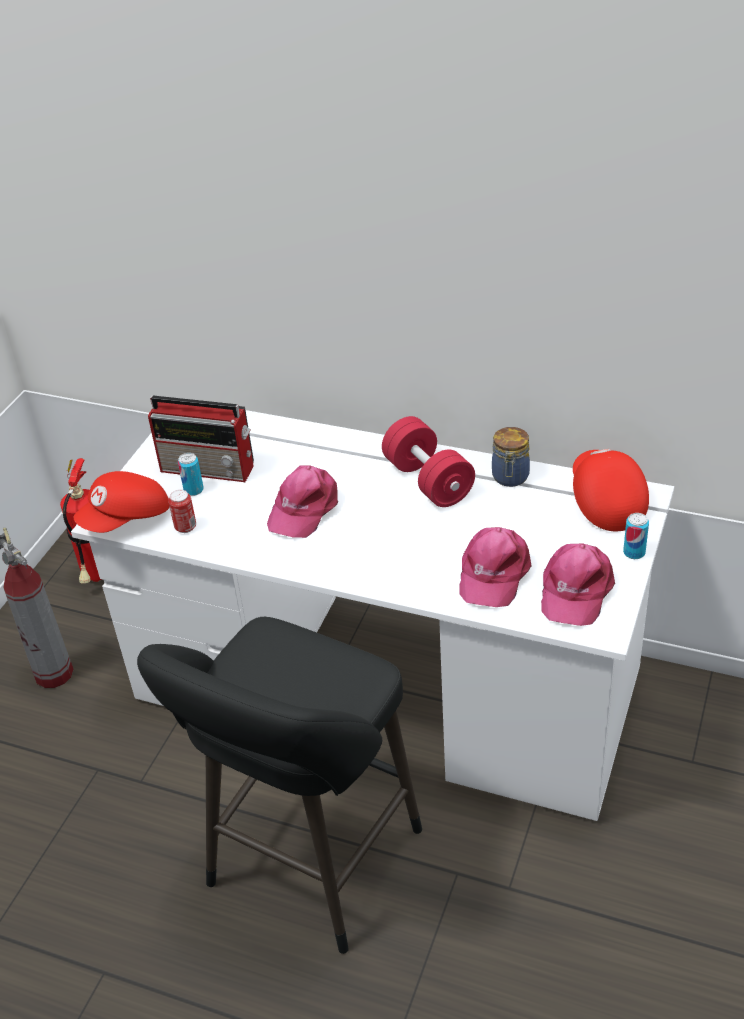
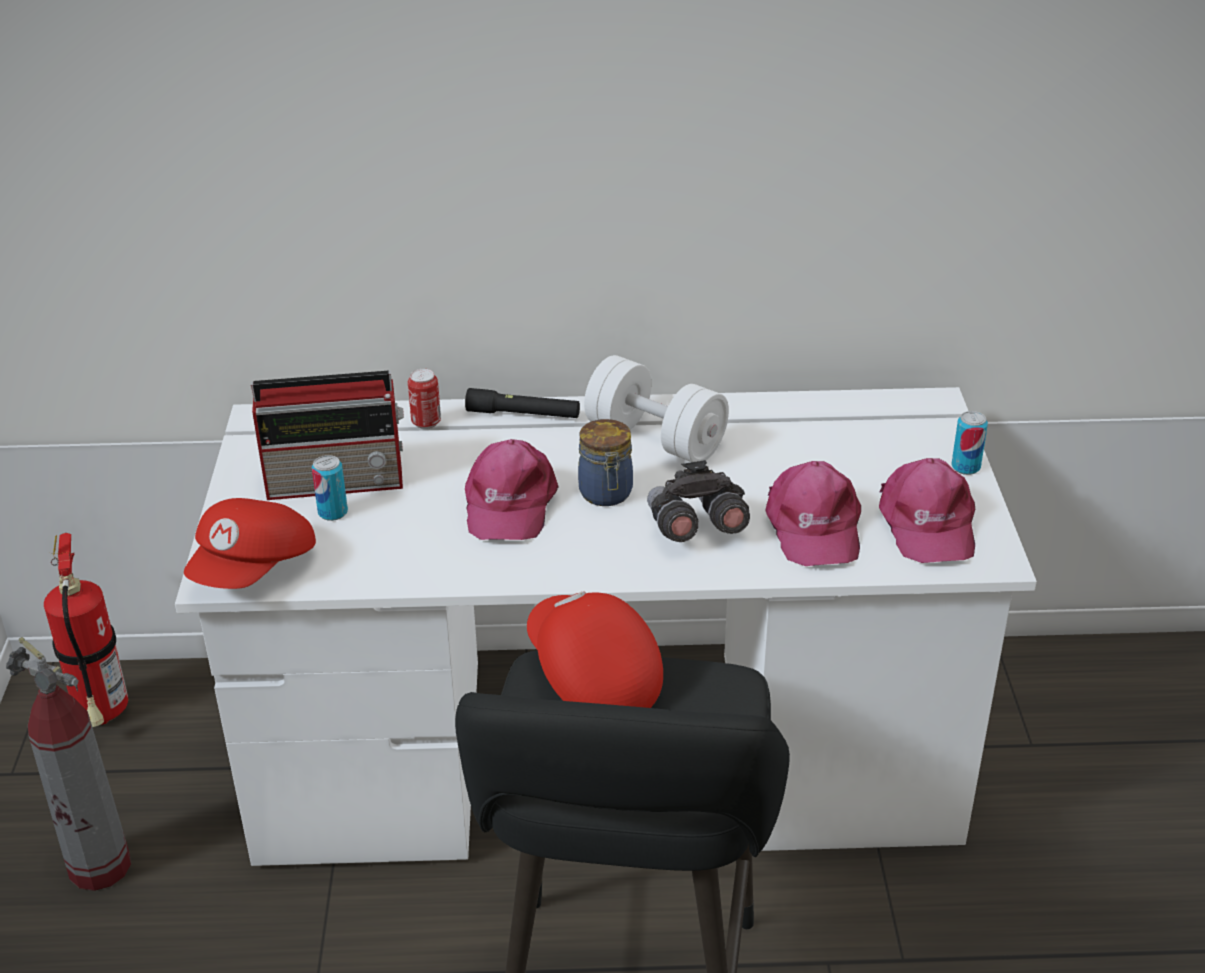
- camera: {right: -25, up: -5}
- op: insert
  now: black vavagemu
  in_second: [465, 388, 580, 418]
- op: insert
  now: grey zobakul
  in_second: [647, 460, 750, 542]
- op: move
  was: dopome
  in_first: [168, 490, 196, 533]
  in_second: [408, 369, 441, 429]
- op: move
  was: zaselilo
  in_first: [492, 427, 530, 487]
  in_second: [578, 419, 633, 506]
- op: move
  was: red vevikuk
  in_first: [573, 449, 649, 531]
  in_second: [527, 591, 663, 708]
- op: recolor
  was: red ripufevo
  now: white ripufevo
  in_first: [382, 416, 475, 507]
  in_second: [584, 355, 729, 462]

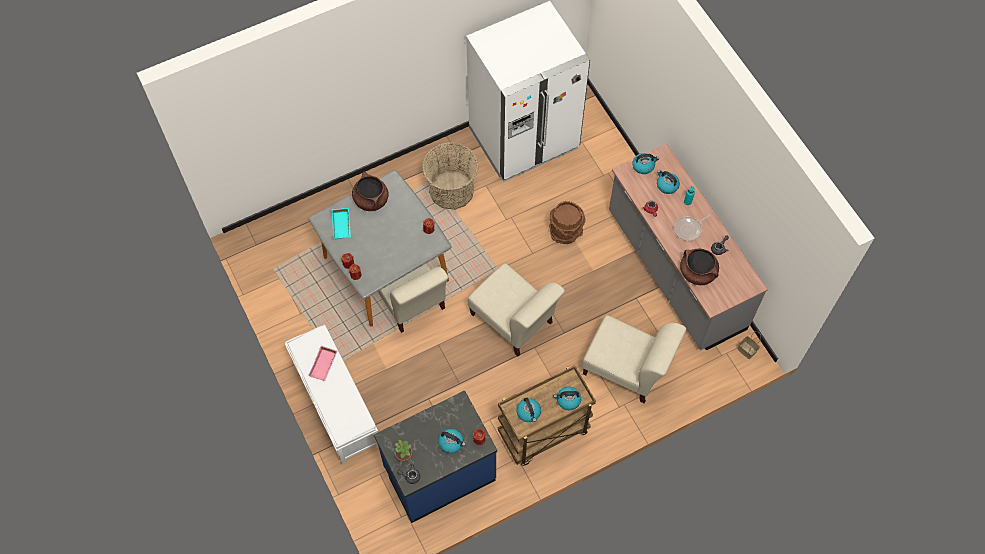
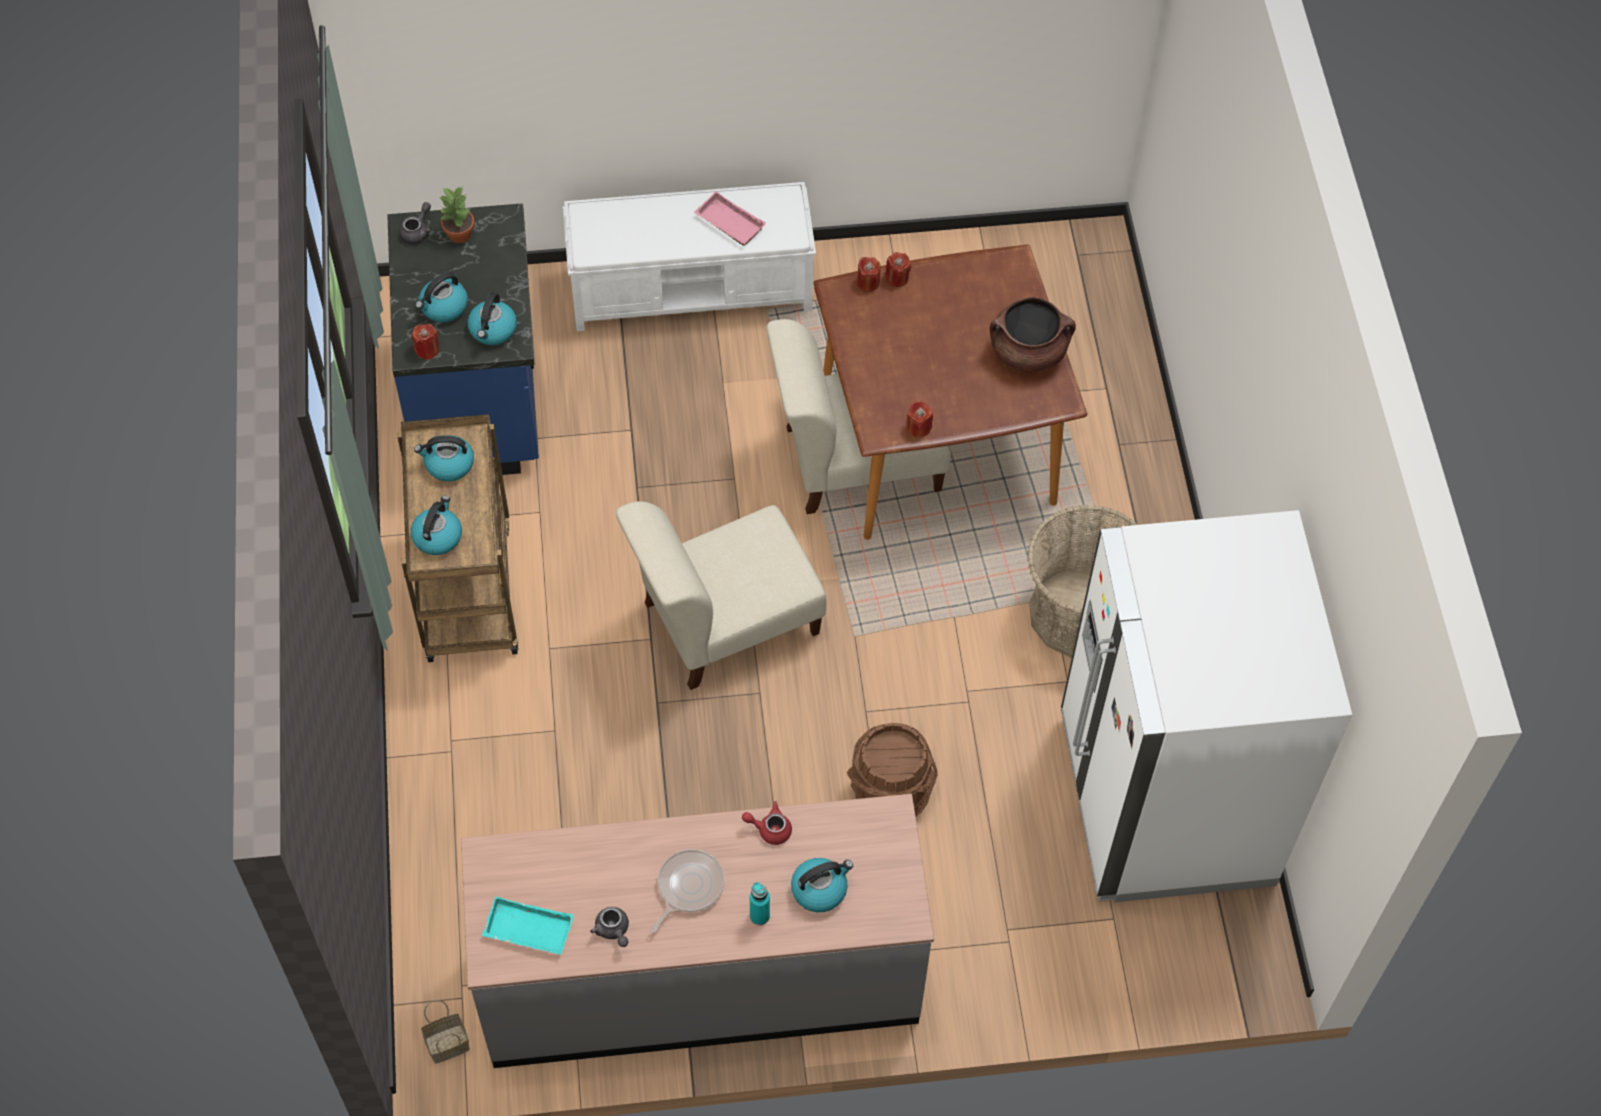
- camera: {right: 110, up: -5}
- op: delete
  was: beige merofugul
  in_first: [582, 315, 686, 403]
- op: delete
  was: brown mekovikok
  in_first: [680, 249, 719, 285]
- op: move
  was: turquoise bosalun
  in_first: [332, 208, 351, 240]
  in_second: [482, 896, 574, 954]
- op: move
  was: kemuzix
  in_first: [632, 153, 659, 174]
  in_second: [467, 292, 517, 345]
- op: recolor
  was: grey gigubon
  now: brown gigubon
  in_first: [308, 170, 452, 327]
  in_second: [813, 245, 1088, 540]
- op: rotate
  was: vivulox
  in_first: [674, 214, 711, 241]
  in_second: [650, 849, 725, 933]
  clockwise: 45

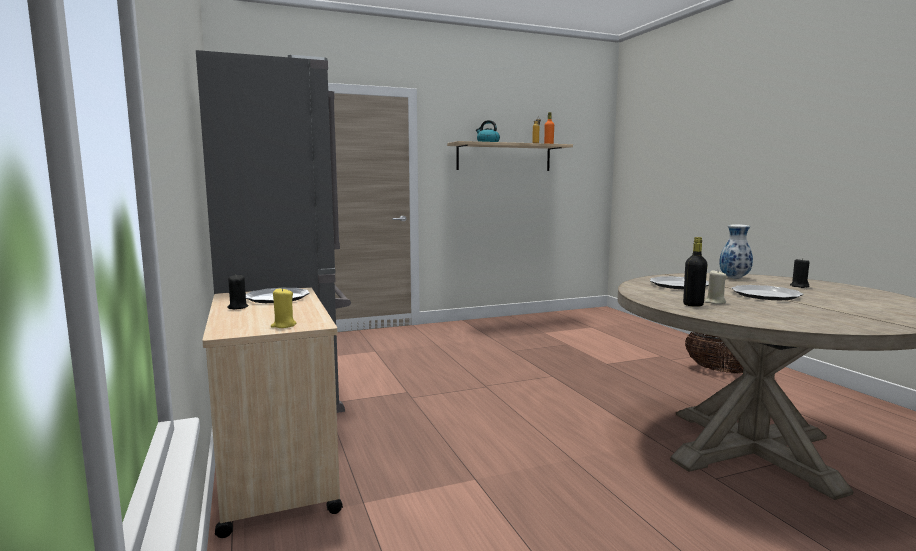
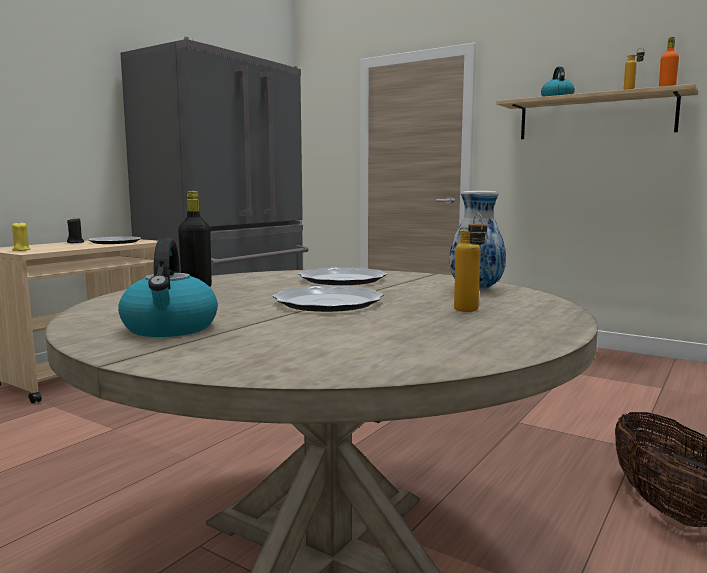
- camera: {right: 55, up: 0}
- op: delete
  was: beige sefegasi
  in_first: [704, 271, 727, 304]
- op: insert
  now: kemuzix
  in_second: [118, 239, 218, 337]
- op: replace
  was: black sefegasi
  now: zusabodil
  in_first: [790, 258, 810, 288]
  in_second: [454, 213, 487, 312]

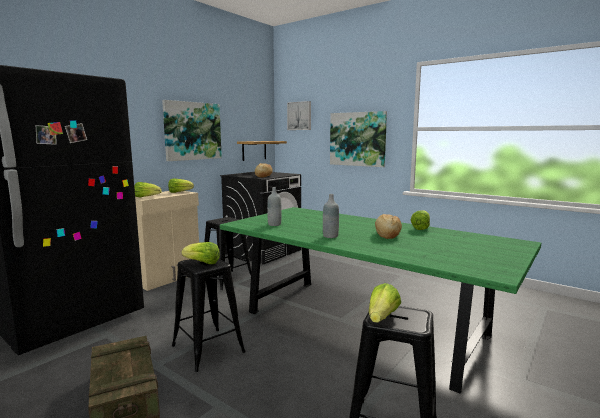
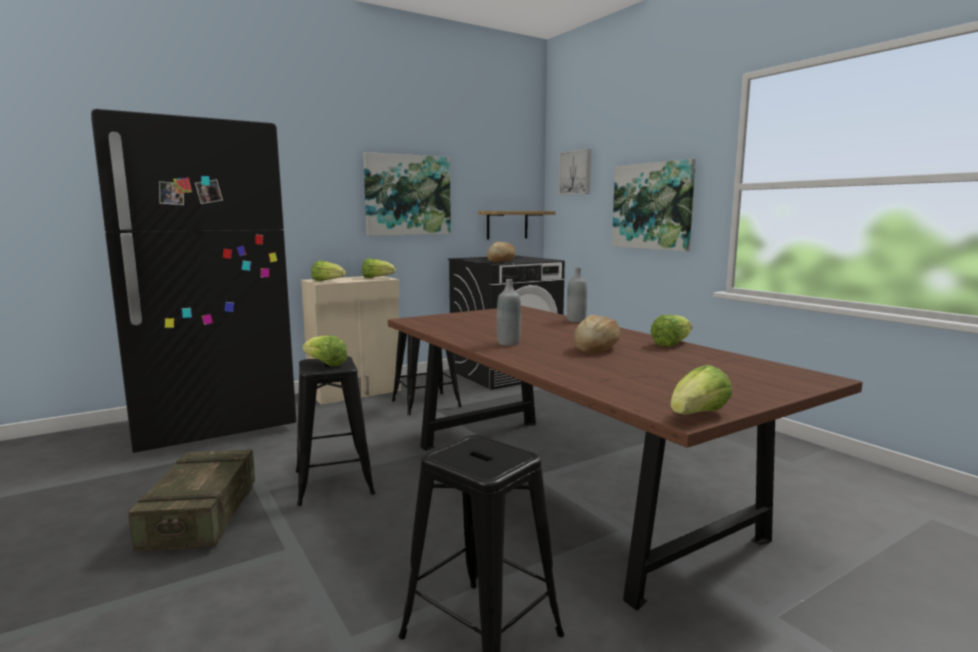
- camera: {right: 20, up: 0}
- op: move
  was: grey zusabodil
  in_first: [267, 187, 282, 226]
  in_second: [567, 267, 587, 322]
- op: move
  was: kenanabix
  in_first: [369, 283, 401, 323]
  in_second: [670, 365, 732, 414]
- op: recolor
  was: green gigubon
  now: brown gigubon
  in_first: [220, 207, 541, 394]
  in_second: [388, 306, 862, 611]

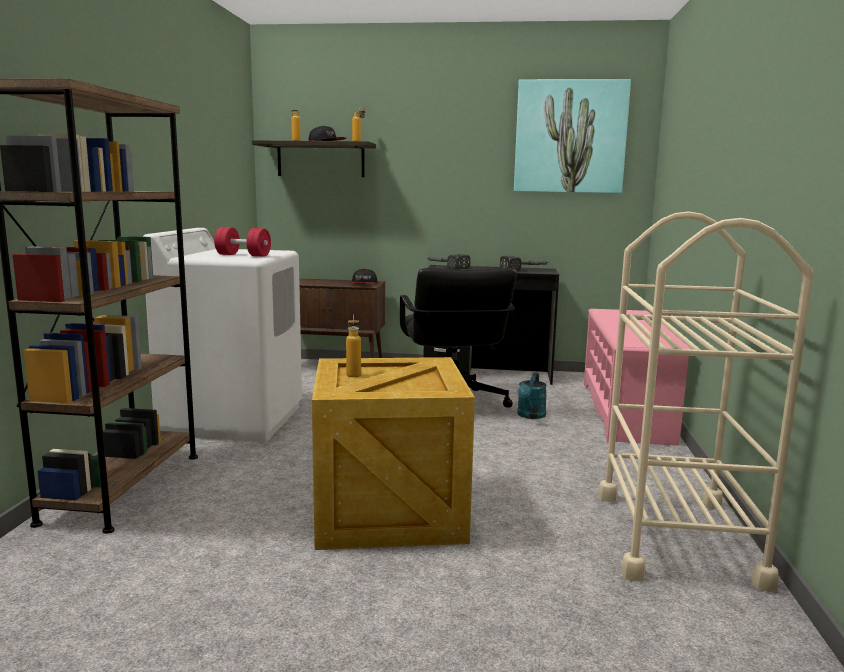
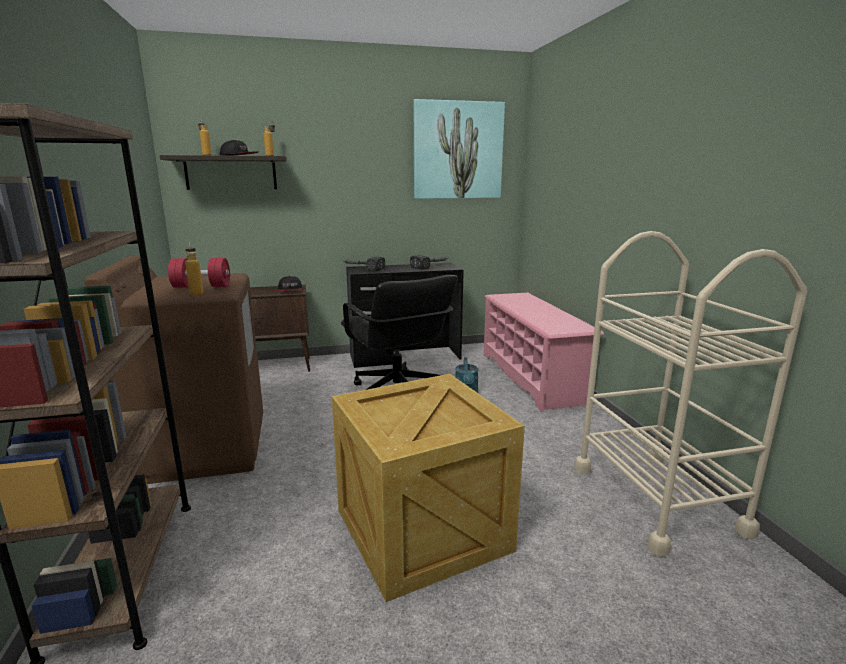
- camera: {right: -20, up: 5}
- op: move
  was: zusabodil
  in_first: [346, 314, 361, 377]
  in_second: [185, 242, 203, 296]
- op: recolor
  was: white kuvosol
  now: brown kuvosol
  in_first: [143, 228, 302, 442]
  in_second: [84, 256, 263, 484]

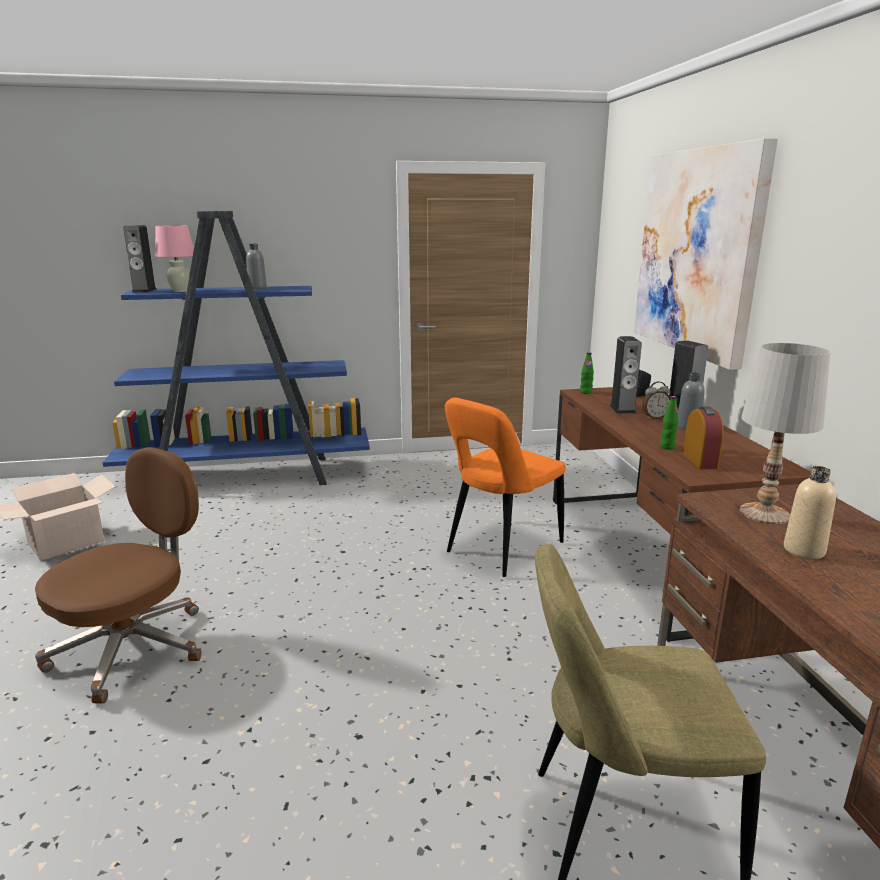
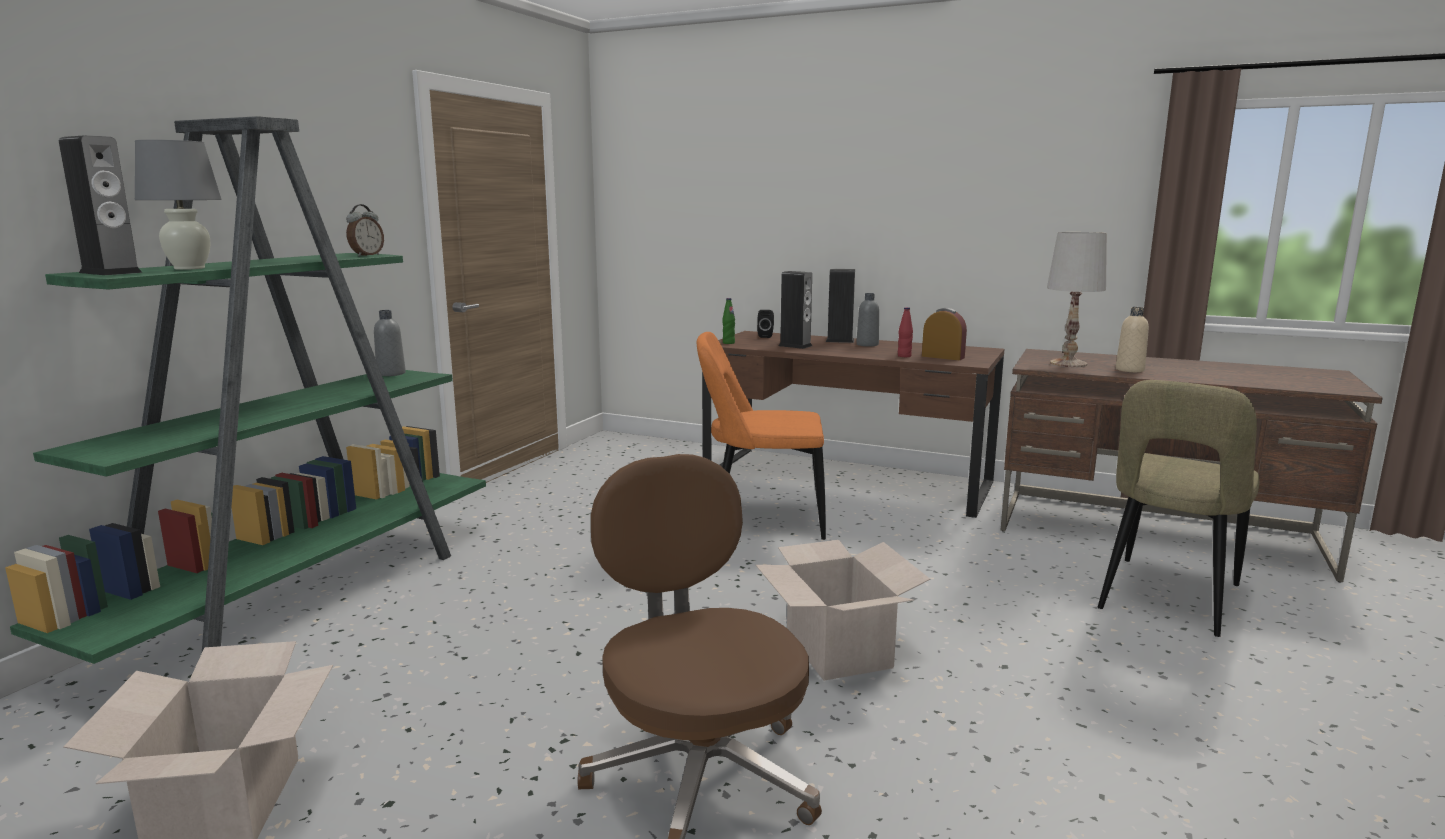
- camera: {right: -55, up: -5}
- op: delete
  was: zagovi
  in_first: [634, 138, 778, 370]
- op: insert
  now: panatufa
  in_second: [756, 540, 931, 681]
- op: move
  was: grey zusabodil
  in_first: [246, 244, 267, 289]
  in_second: [374, 310, 406, 376]
- op: move
  was: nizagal
  in_first: [642, 381, 671, 419]
  in_second: [346, 204, 384, 257]
- op: recolor
  was: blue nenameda
  now: green nenameda
  in_first: [103, 211, 370, 485]
  in_second: [5, 116, 486, 664]
- op: recolor
  was: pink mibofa
  now: grey mibofa
  in_first: [155, 225, 194, 292]
  in_second: [135, 140, 222, 270]
- op: recolor
  was: green zusabodil
  now: red zusabodil
  in_first: [660, 396, 679, 450]
  in_second: [898, 307, 913, 357]
- op: rotate
  was: orange merofugul
  in_first: [445, 398, 566, 577]
  in_second: [696, 332, 826, 540]
  clockwise: 105

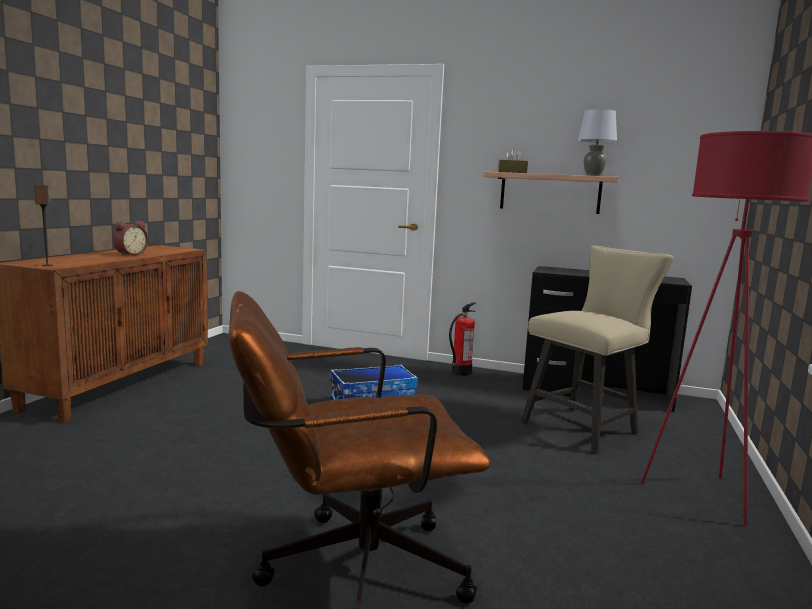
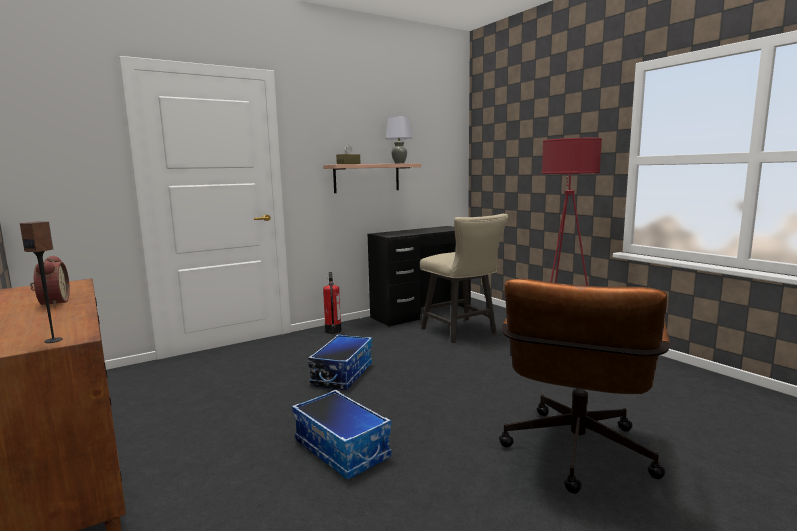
- camera: {right: -50, up: 0}
- op: insert
  now: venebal
  in_second: [292, 390, 391, 480]
- op: rotate
  was: beige merofugul
  in_first: [521, 245, 674, 454]
  in_second: [420, 214, 508, 343]
  clockwise: 150

